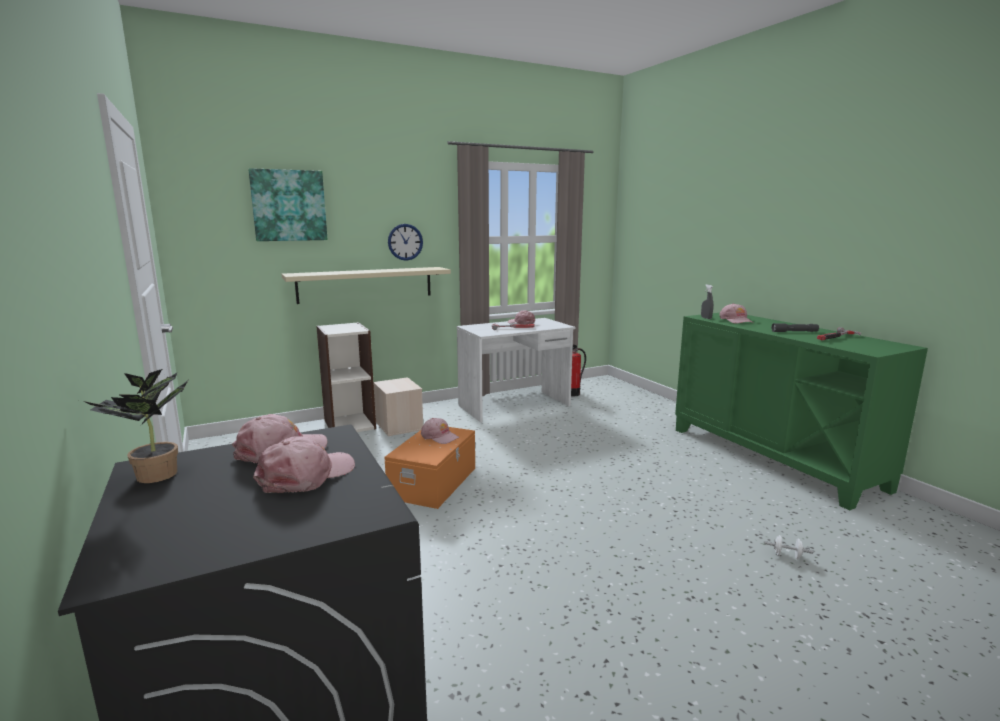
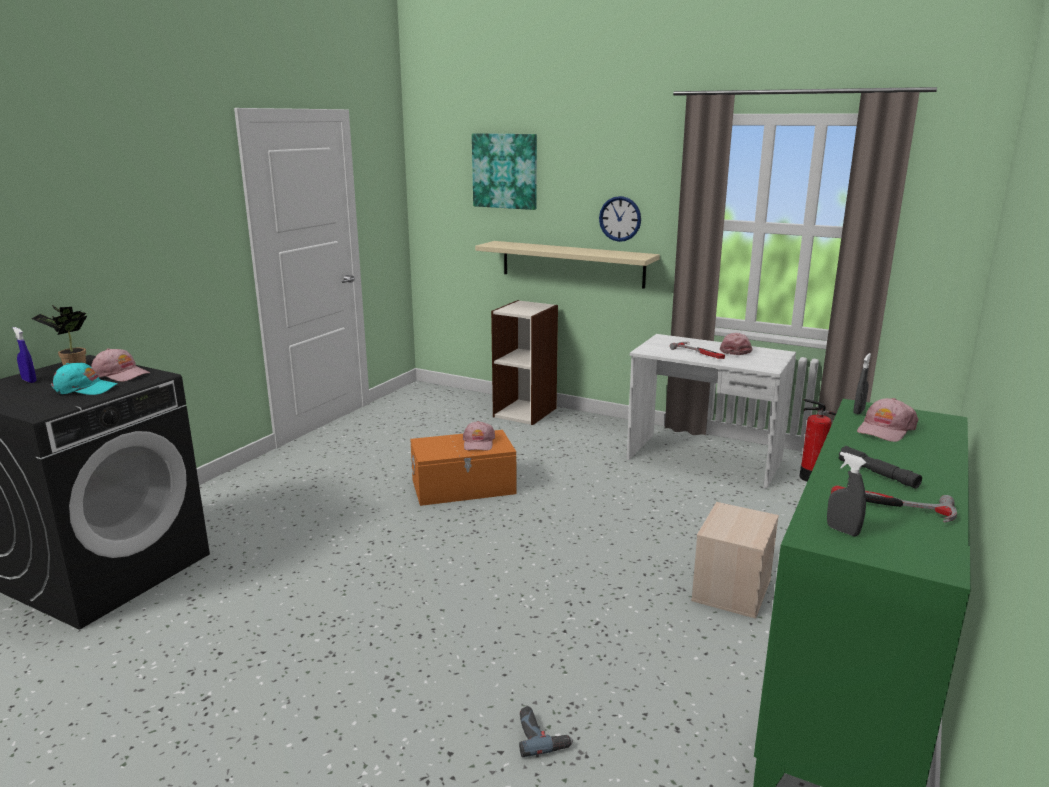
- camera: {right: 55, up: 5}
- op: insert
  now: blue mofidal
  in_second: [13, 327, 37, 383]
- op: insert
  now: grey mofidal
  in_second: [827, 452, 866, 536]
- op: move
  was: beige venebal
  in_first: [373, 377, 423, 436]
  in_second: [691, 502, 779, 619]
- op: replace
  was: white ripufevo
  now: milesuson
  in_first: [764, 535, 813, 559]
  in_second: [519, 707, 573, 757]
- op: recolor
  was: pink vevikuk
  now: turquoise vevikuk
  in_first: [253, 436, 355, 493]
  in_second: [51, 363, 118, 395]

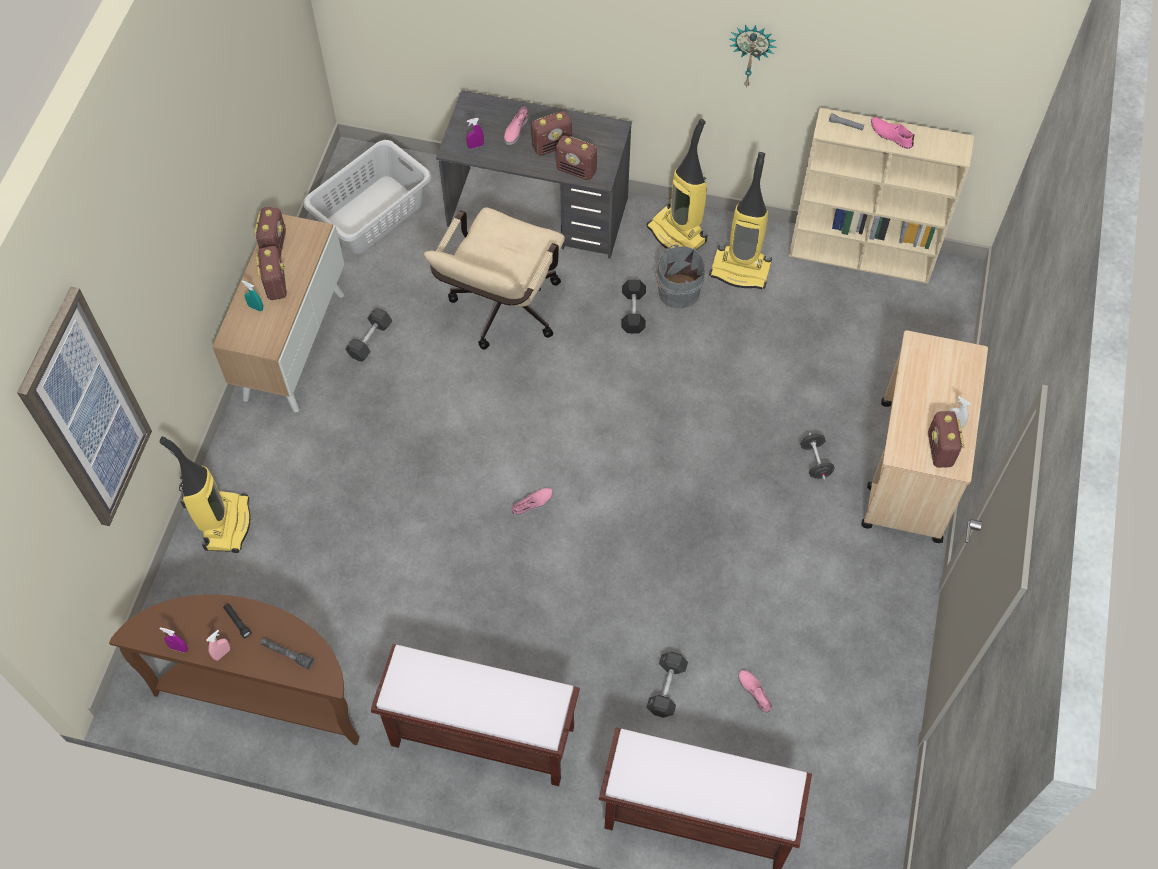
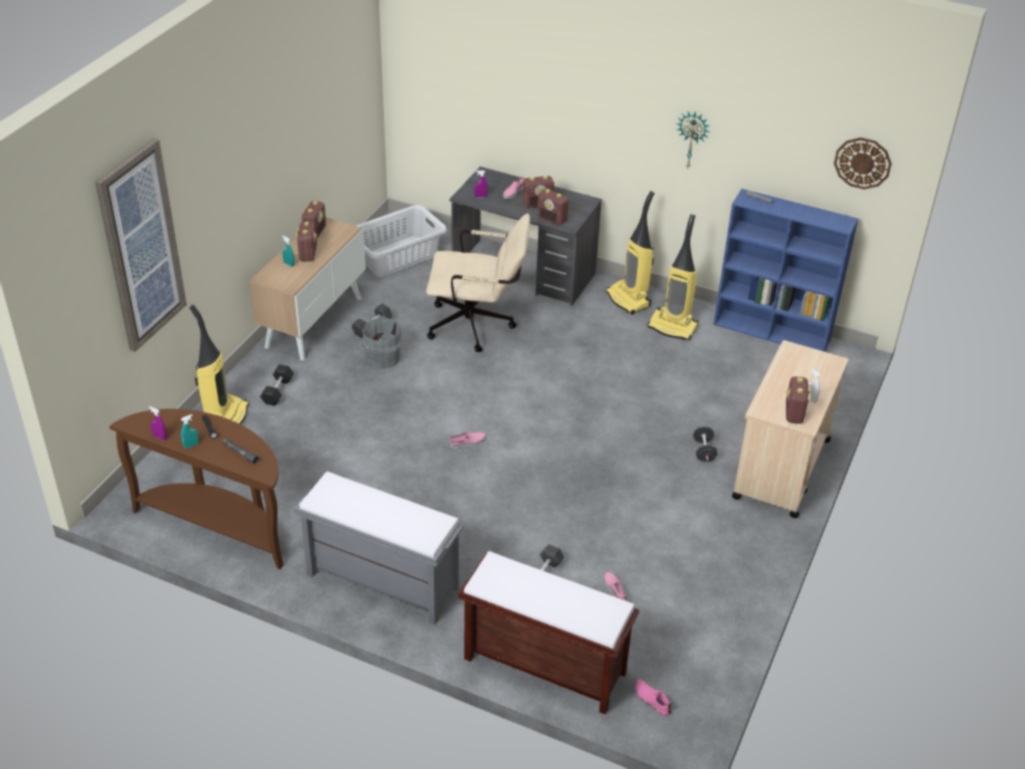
- camera: {right: 10, up: -20}
- op: insert
  now: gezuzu
  in_second: [834, 137, 892, 189]
- op: move
  was: black ripufevo
  in_first: [621, 280, 646, 333]
  in_second: [260, 364, 294, 406]
- op: move
  was: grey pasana
  in_first: [654, 244, 705, 308]
  in_second: [362, 316, 402, 369]
- op: move
  was: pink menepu
  in_first: [871, 117, 915, 149]
  in_second: [635, 679, 671, 716]
- op: recolor
  was: pink mofidal
  now: turquoise mofidal
  in_first: [206, 630, 230, 660]
  in_second: [181, 415, 199, 449]
- op: recolor
  was: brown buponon
  now: grey buponon
  in_first: [371, 644, 580, 786]
  in_second: [294, 471, 464, 624]
- op: recolor
  was: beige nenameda
  now: blue nenameda
  in_first: [788, 108, 974, 284]
  in_second: [713, 189, 858, 352]
- op: rotate
  was: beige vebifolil
  in_first: [424, 207, 565, 349]
  in_second: [426, 213, 530, 352]
  clockwise: -120

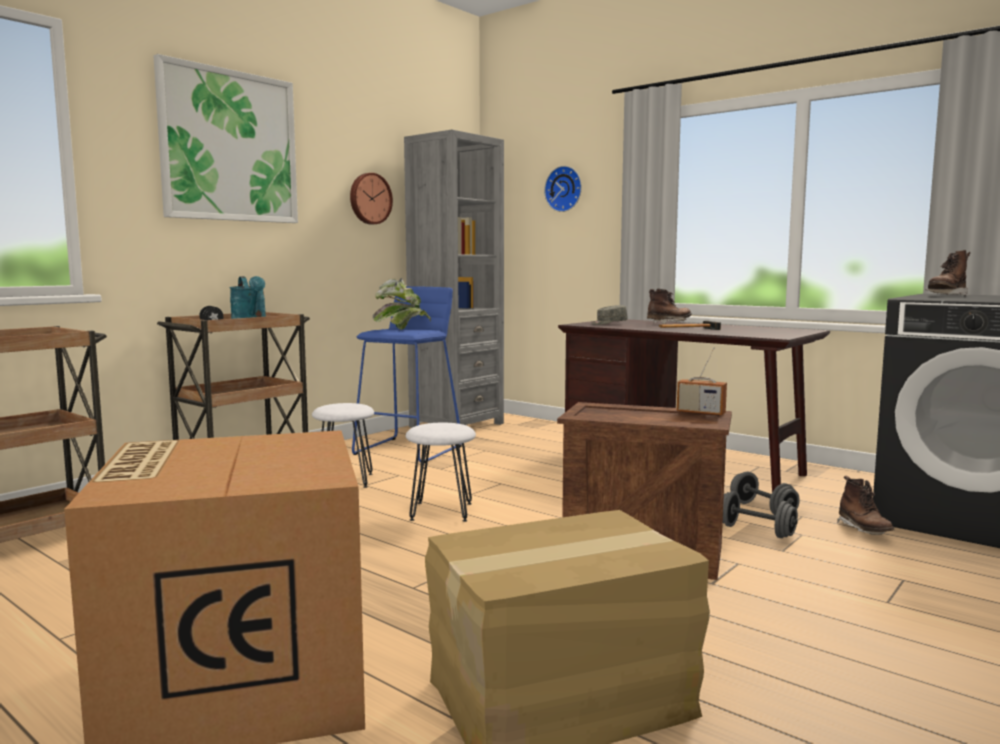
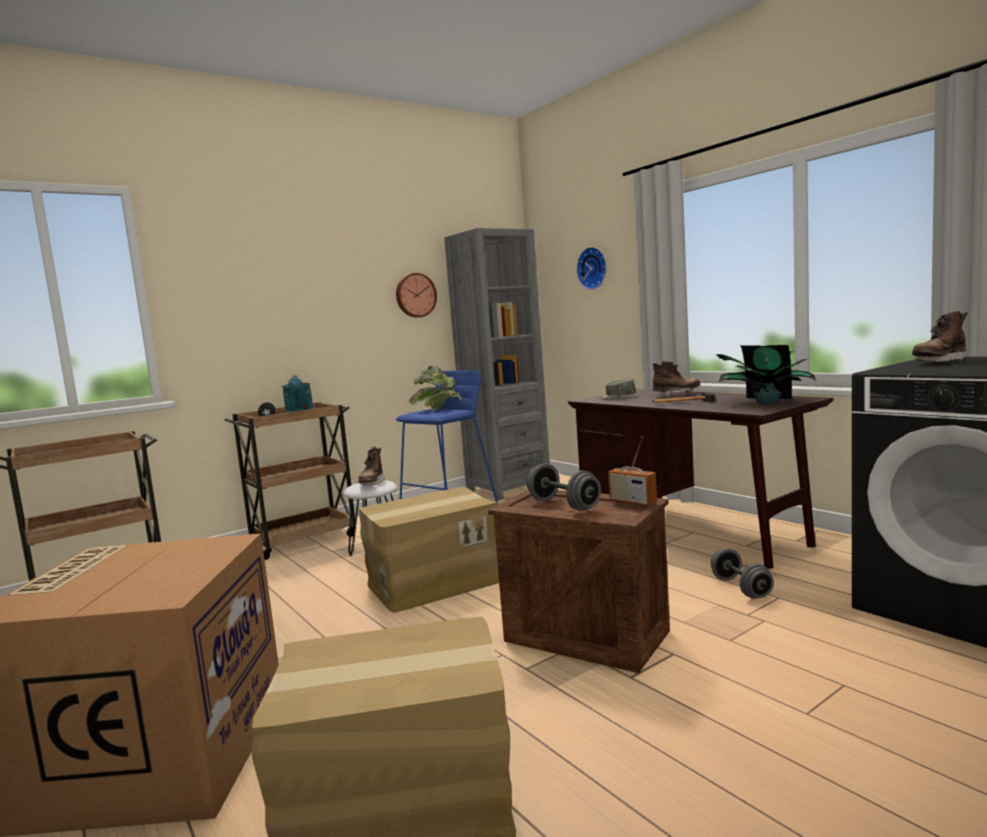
- camera: {right: 15, up: 0}
- op: delete
  was: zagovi
  in_first: [154, 54, 298, 223]
- op: insert
  now: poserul
  in_second: [716, 345, 816, 404]
- op: move
  was: grey ripufevo
  in_first: [723, 491, 798, 538]
  in_second: [527, 463, 601, 511]
- op: move
  was: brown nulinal
  in_first: [837, 476, 894, 535]
  in_second: [357, 446, 385, 485]
- op: replace
  was: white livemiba
  now: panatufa
  in_first: [406, 423, 476, 522]
  in_second: [359, 487, 499, 613]

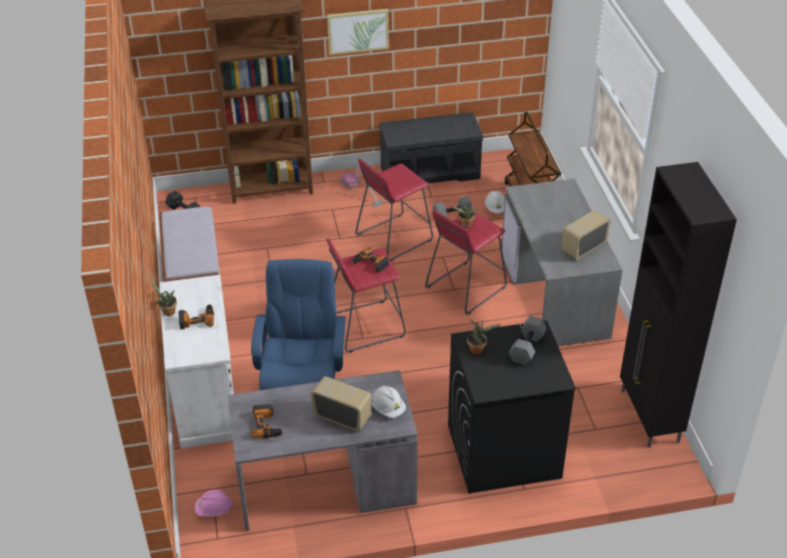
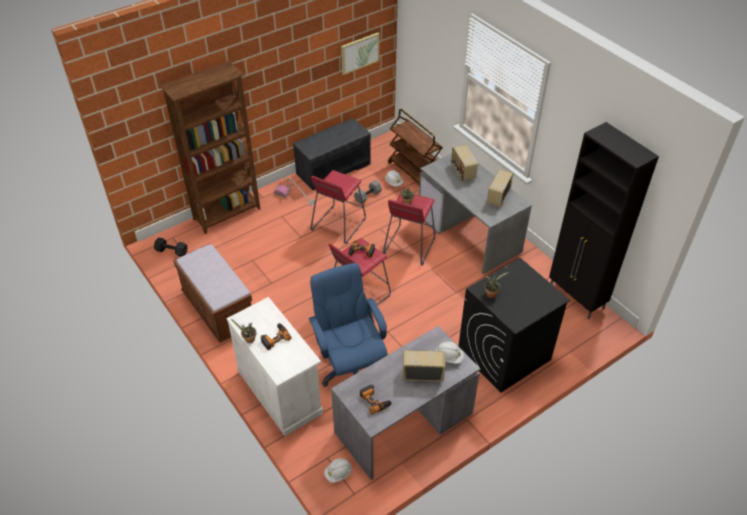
- camera: {right: -25, up: 5}
- op: delete
  was: grey ripufevo
  in_first: [509, 316, 547, 365]
- op: insert
  now: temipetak
  in_second: [451, 145, 478, 181]
- op: move
  was: zagovi
  in_first: [327, 9, 389, 55]
  in_second: [341, 33, 379, 75]
- op: recolor
  was: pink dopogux
  now: white dopogux
  in_first: [195, 490, 233, 517]
  in_second: [324, 458, 352, 483]

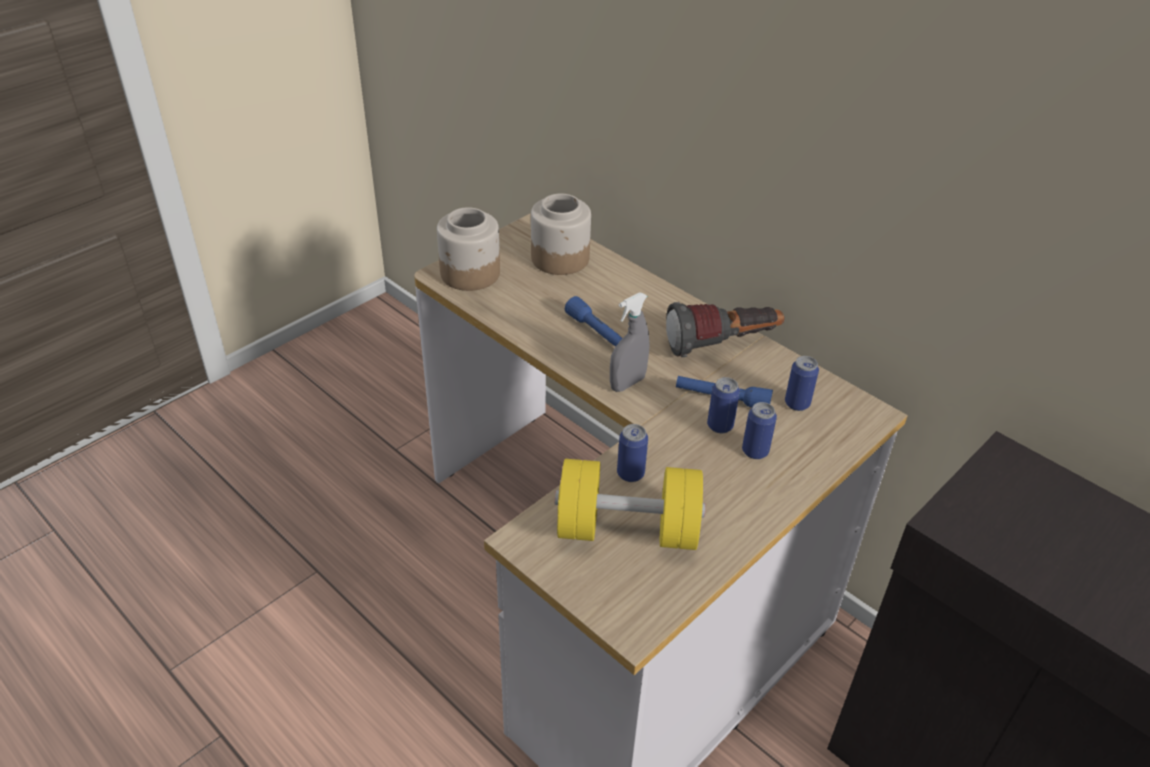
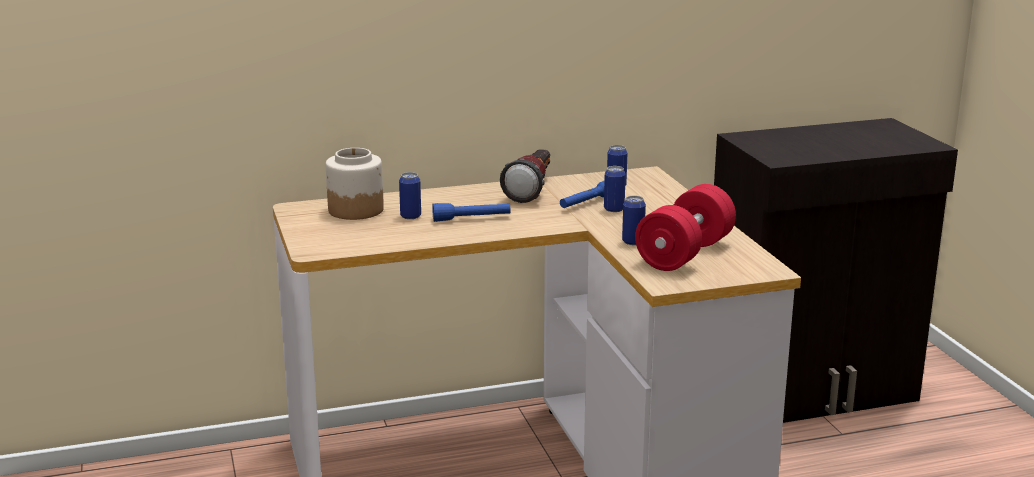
- camera: {right: -60, up: -20}
- op: delete
  was: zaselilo
  in_first: [437, 207, 500, 291]
- op: delete
  was: grey mofidal
  in_first: [610, 292, 649, 392]
- op: move
  was: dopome
  in_first: [742, 402, 777, 459]
  in_second: [399, 172, 421, 219]
- op: recolor
  was: yellow ripufevo
  now: red ripufevo
  in_first: [555, 459, 705, 550]
  in_second: [635, 184, 736, 271]

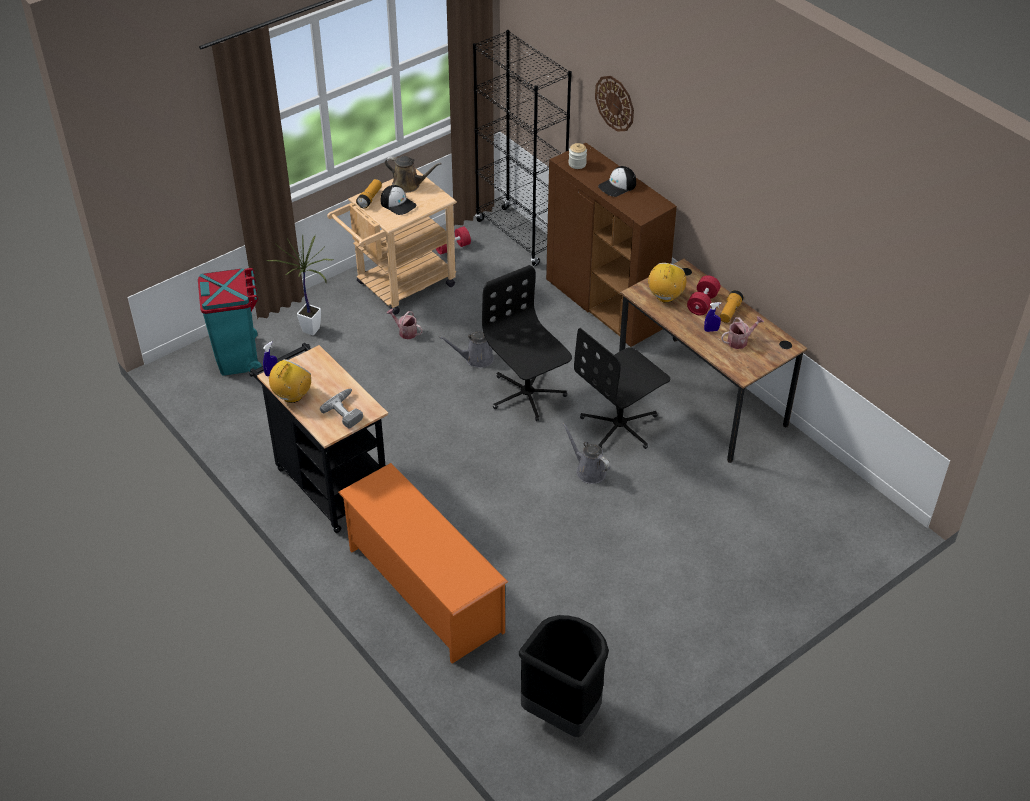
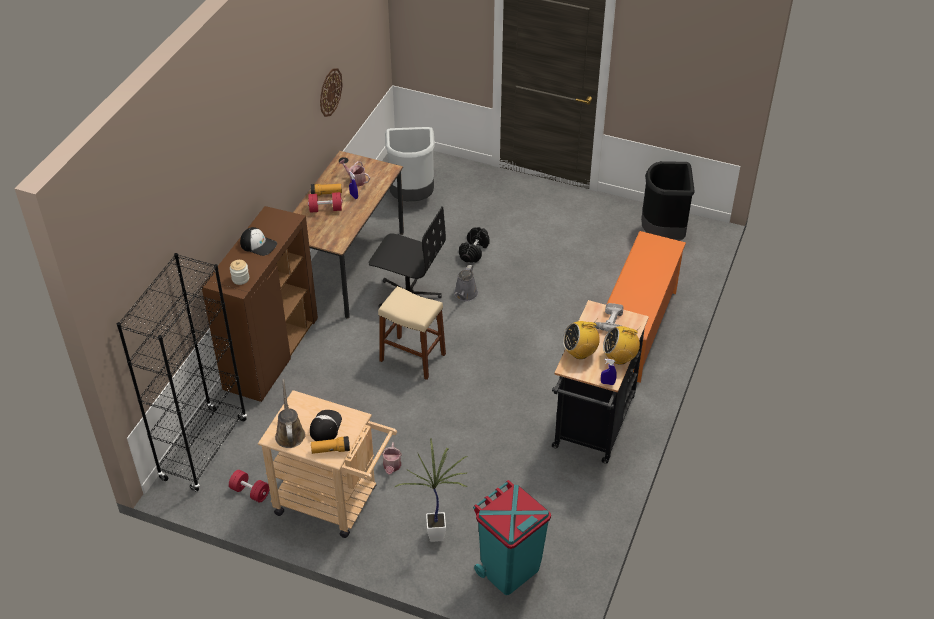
- camera: {right: -120, up: 0}
- op: delete
  was: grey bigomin
  in_first: [439, 331, 494, 368]
- op: insert
  now: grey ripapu
  in_second: [385, 127, 435, 201]
- op: insert
  now: black ripufevo
  in_second: [459, 227, 489, 263]
- op: move
  was: gezuzu
  in_first: [595, 76, 634, 132]
  in_second: [320, 68, 343, 117]
- op: move
  was: temipetak
  in_first: [648, 263, 686, 303]
  in_second: [563, 321, 600, 359]
- op: replace
  was: black vebifolil
  now: beige livemiba
  in_first: [482, 265, 572, 421]
  in_second: [378, 286, 446, 380]

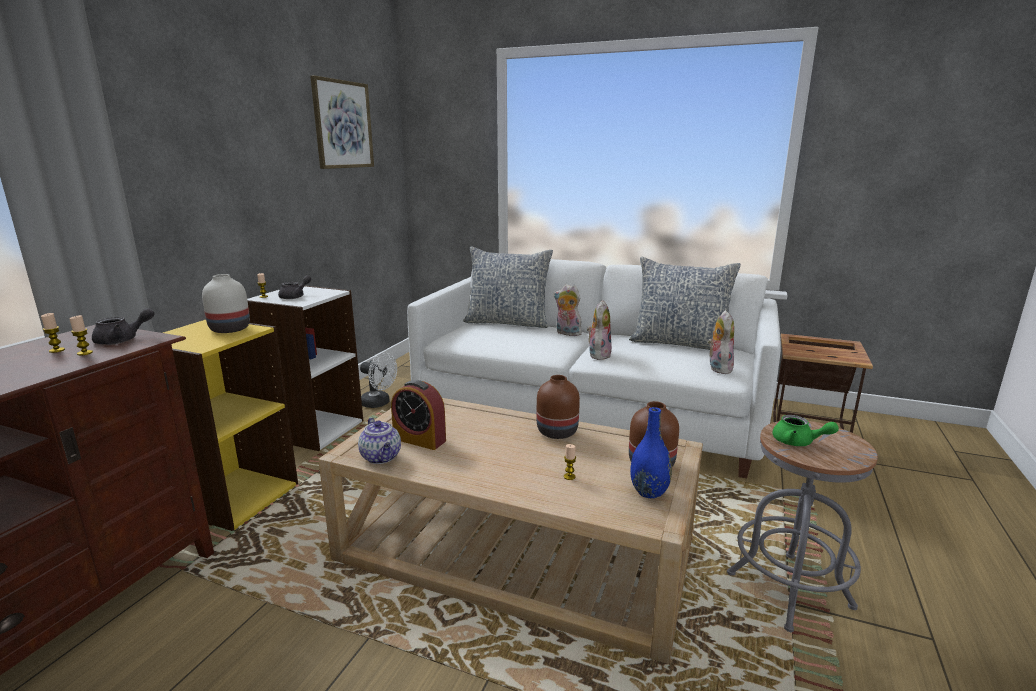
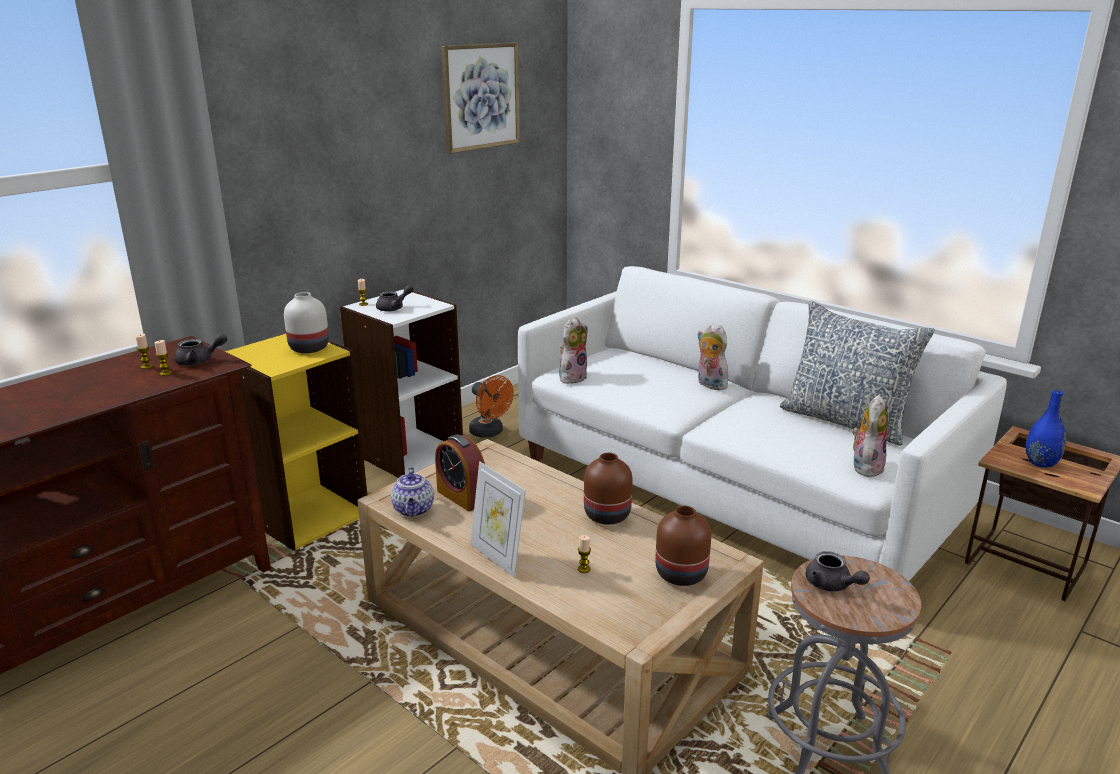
- camera: {right: 20, up: 5}
- op: delete
  was: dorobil
  in_first: [463, 246, 553, 328]
- op: insert
  now: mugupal
  in_second: [470, 461, 526, 577]
- op: move
  was: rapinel
  in_first: [587, 300, 612, 360]
  in_second: [559, 317, 588, 384]
- op: move
  was: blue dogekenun
  in_first: [630, 407, 672, 498]
  in_second: [1026, 390, 1066, 468]
- op: recolor
  was: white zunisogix
  now: orange zunisogix
  in_first: [360, 353, 397, 408]
  in_second: [469, 375, 514, 438]
- op: recolor
  was: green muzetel
  now: grey muzetel
  in_first: [773, 415, 839, 446]
  in_second: [806, 551, 870, 592]

